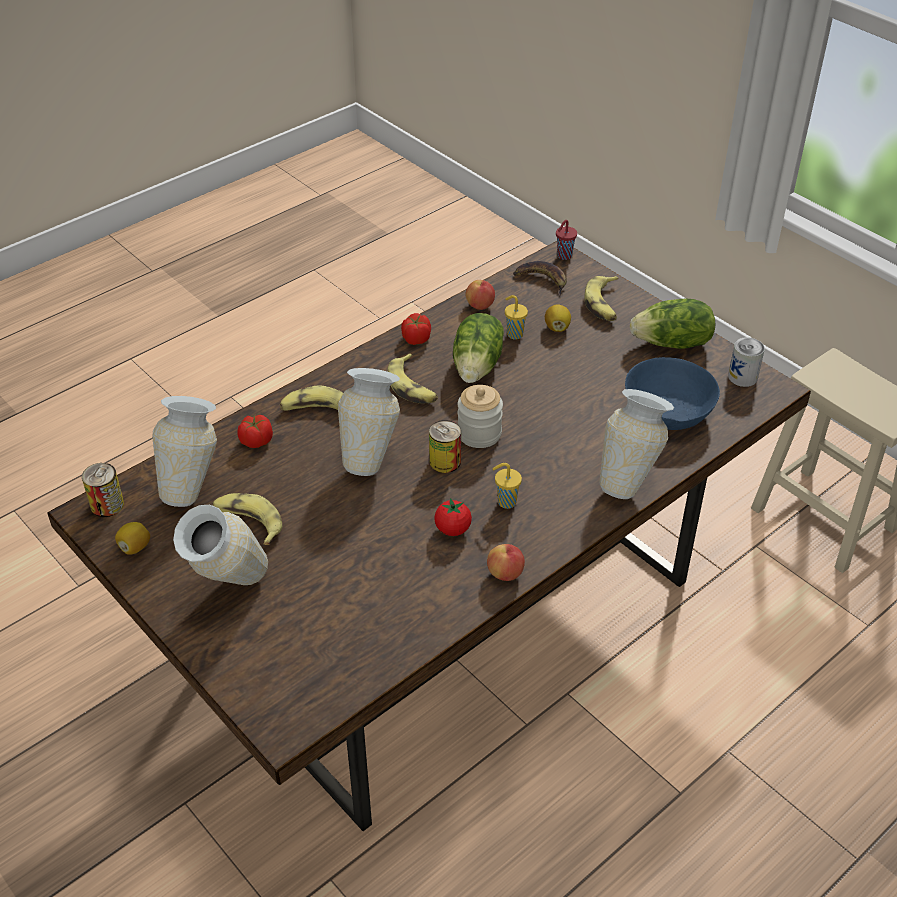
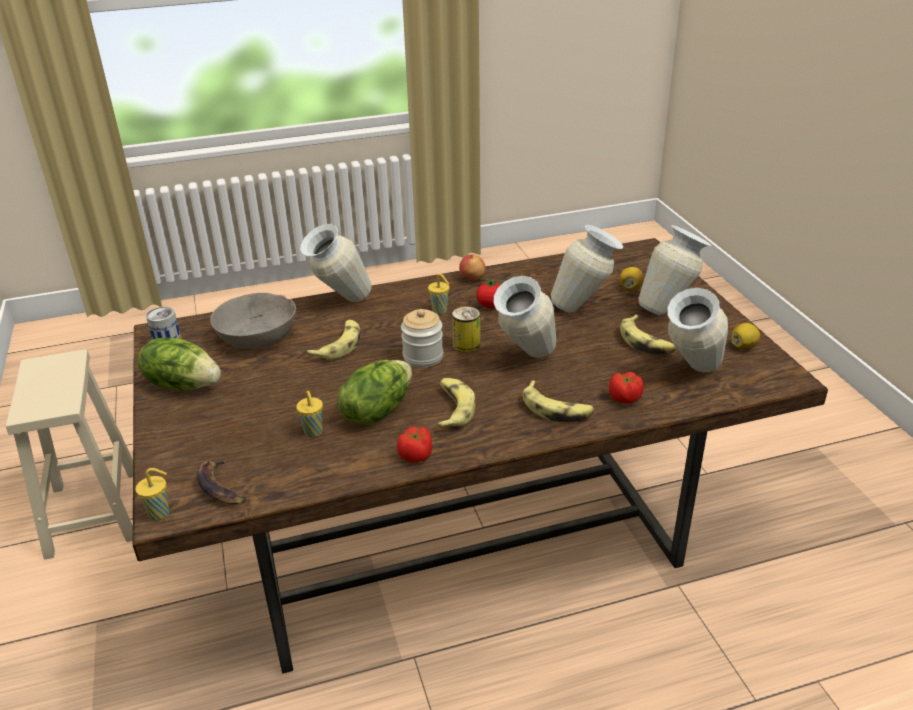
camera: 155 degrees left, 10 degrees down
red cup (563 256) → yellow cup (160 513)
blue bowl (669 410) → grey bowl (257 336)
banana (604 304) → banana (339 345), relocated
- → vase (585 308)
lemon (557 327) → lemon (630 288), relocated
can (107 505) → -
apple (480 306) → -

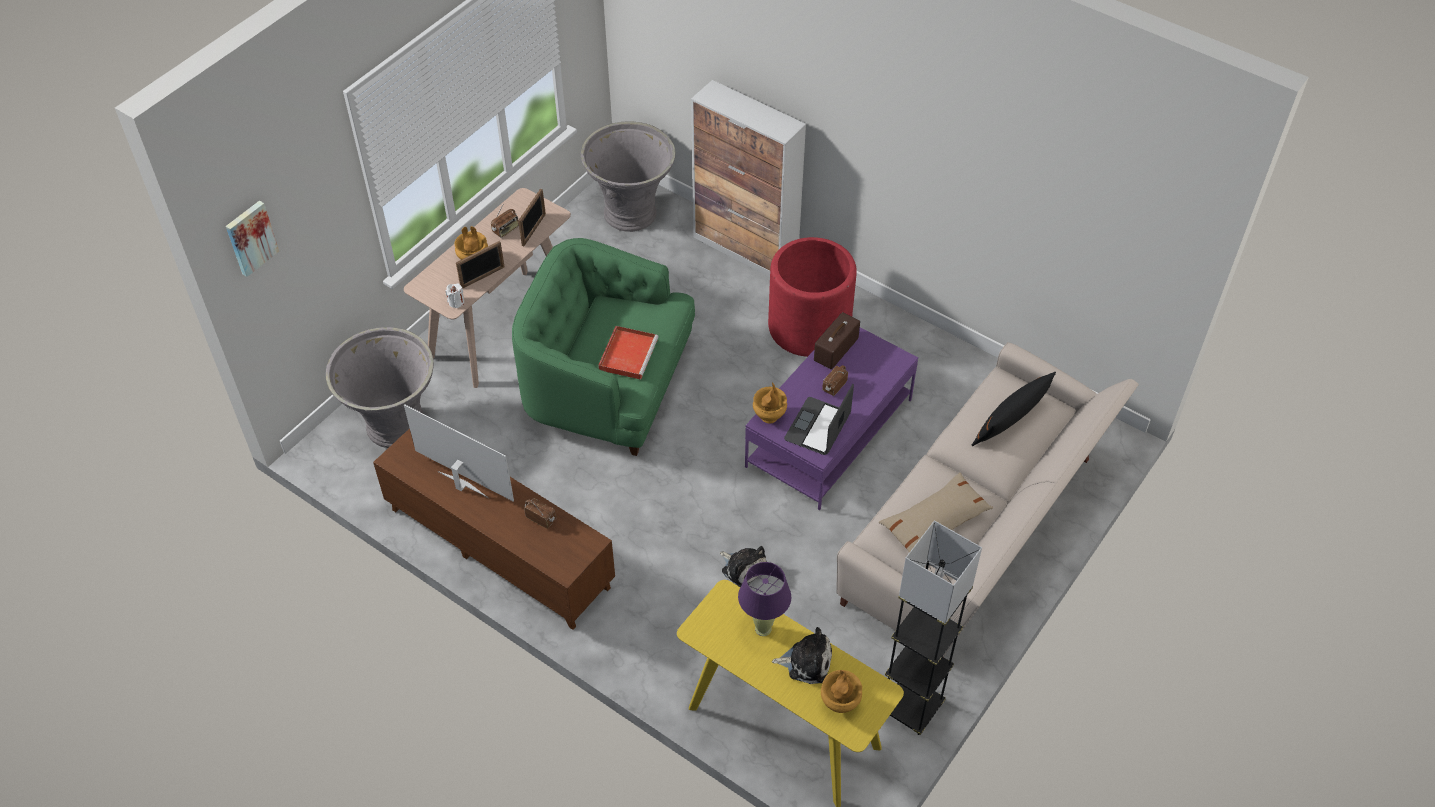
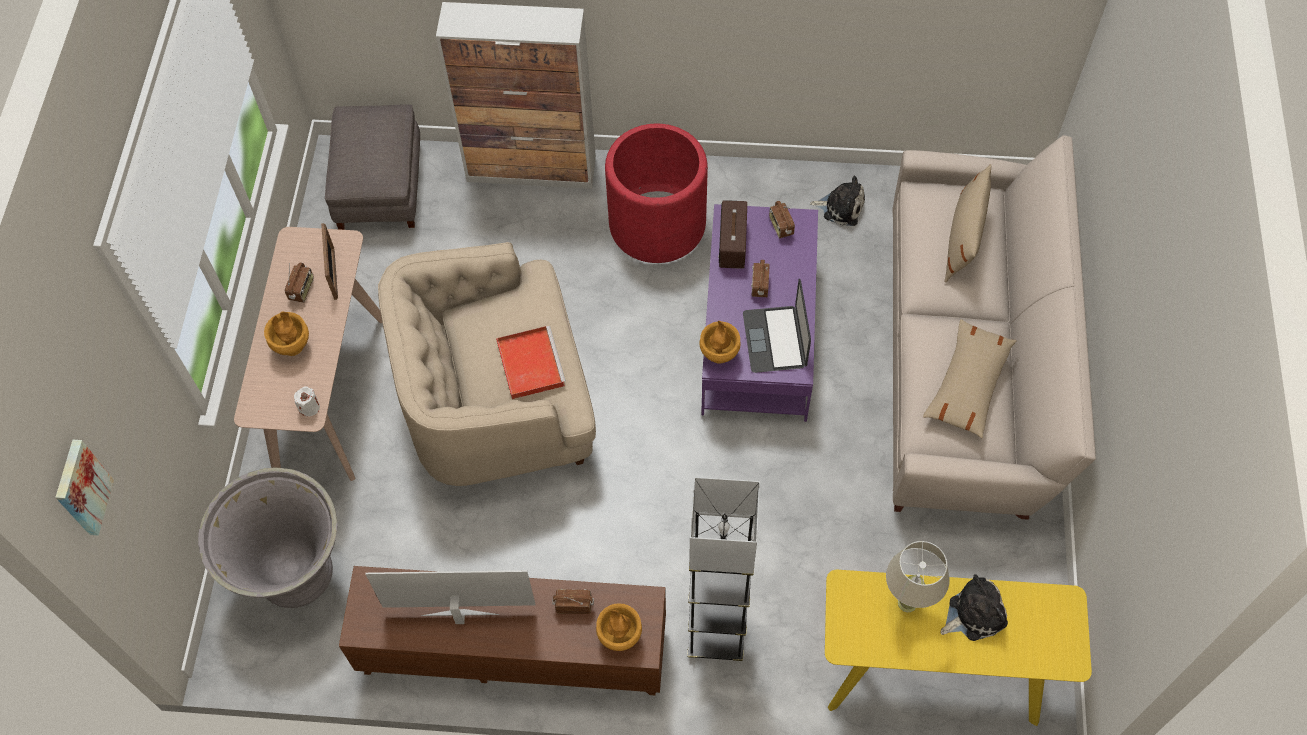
camera: 30 degrees left, 10 degrees up
grey planter (631 214) → grey ottoman (380 187)
green armchair (608 387) → beige armchair (498 401)
brown vase (840 704) → brown vase (620 636), relocated
grey floor lamp (911 707) → grey floor lamp (716 635), relocated
- → radio (780 226)
plush toy (743 568) → plush toy (841 207), relocated
purple table lamp (763 629) → beige table lamp (907 603)
black pillow (1011 423) → beige pillow (963 237)
picture frame (482 277) → -

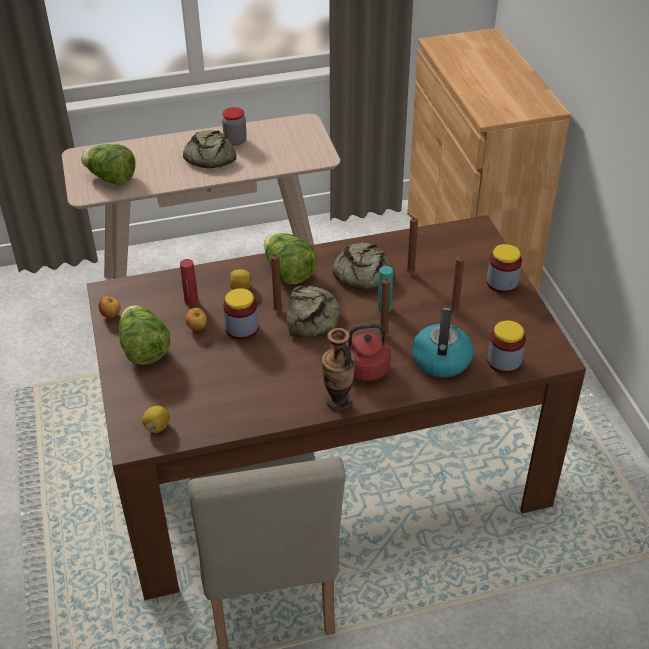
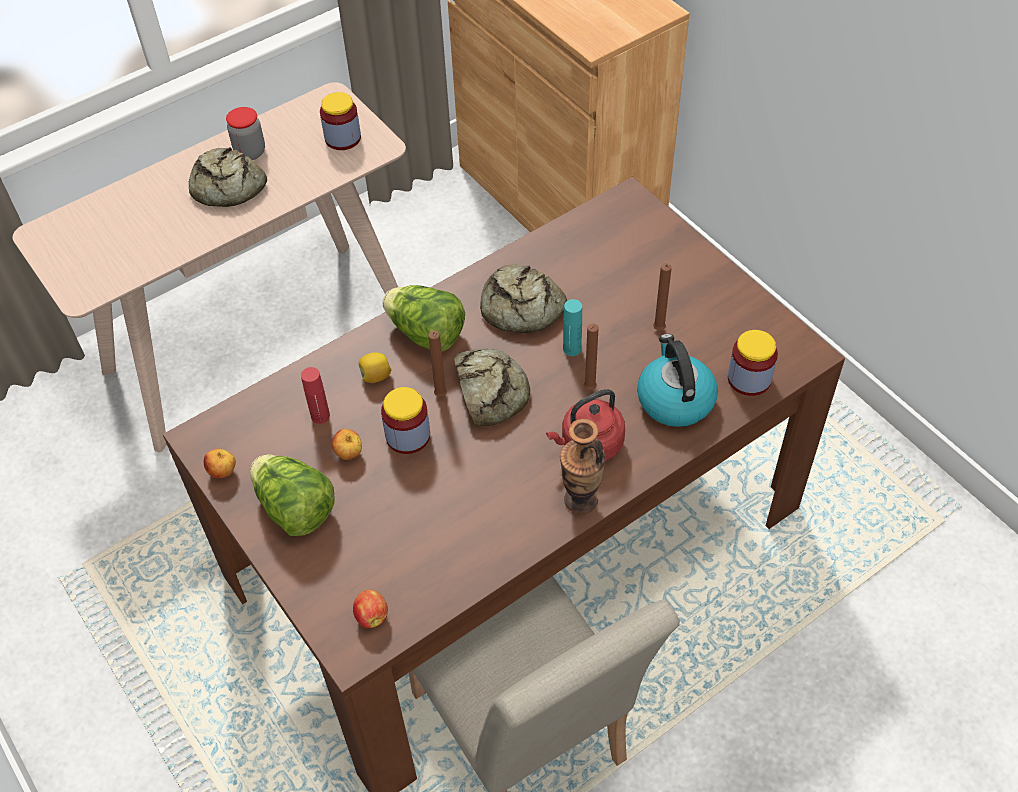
camera: 20 degrees left, 10 degrees up
jar (502 283) → jar (343 138), relocated
lemon (157 427) → apple (371 616)
lettuce (111 178) → -
brown candle (409 273) → -

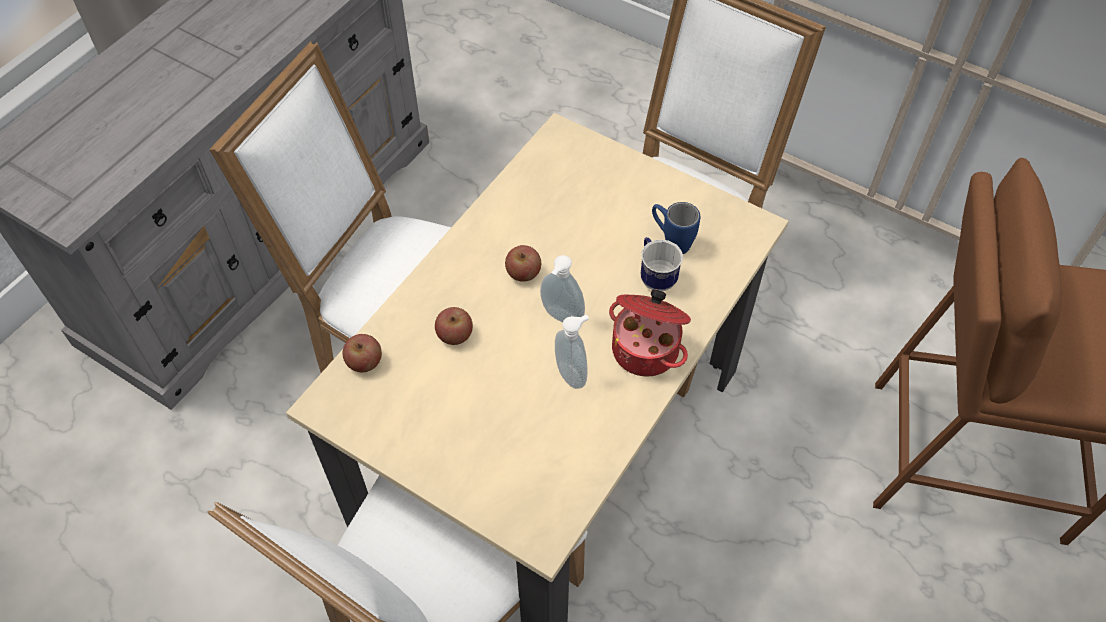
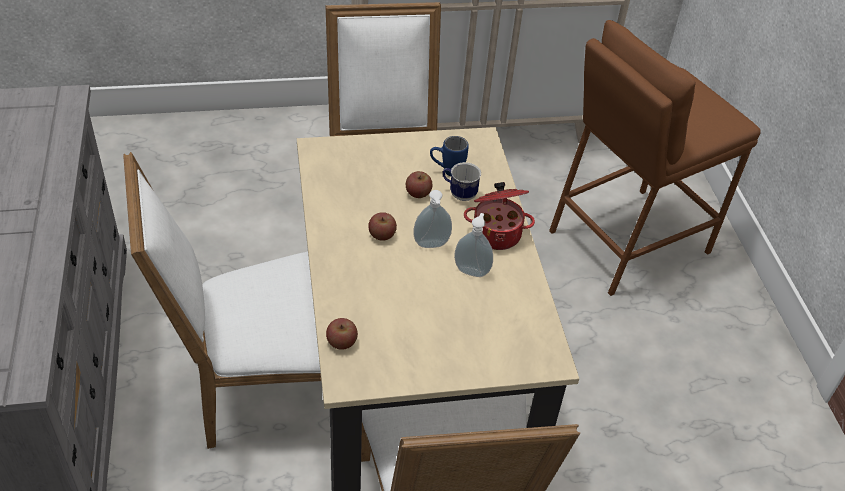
camera: 45 degrees left, 10 degrees down
apple (455 335) → apple (418 193), relocated

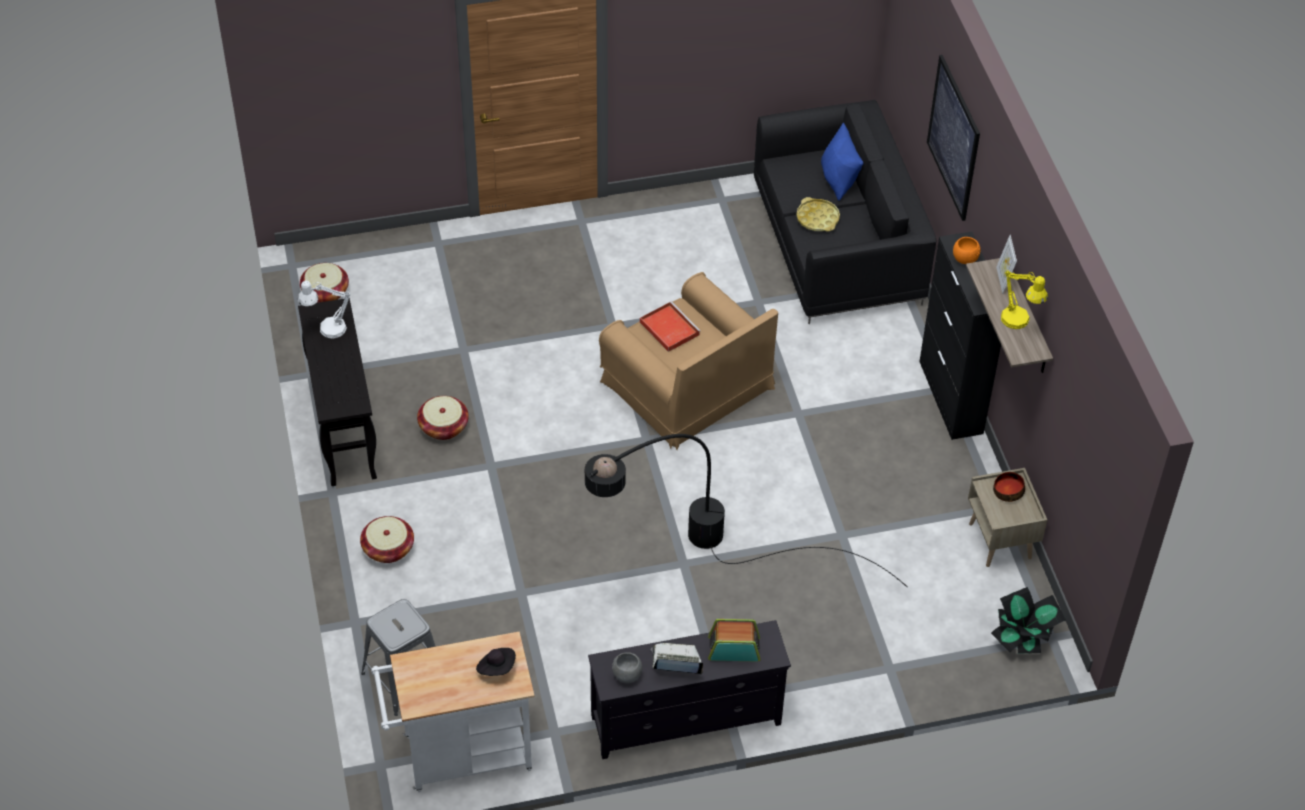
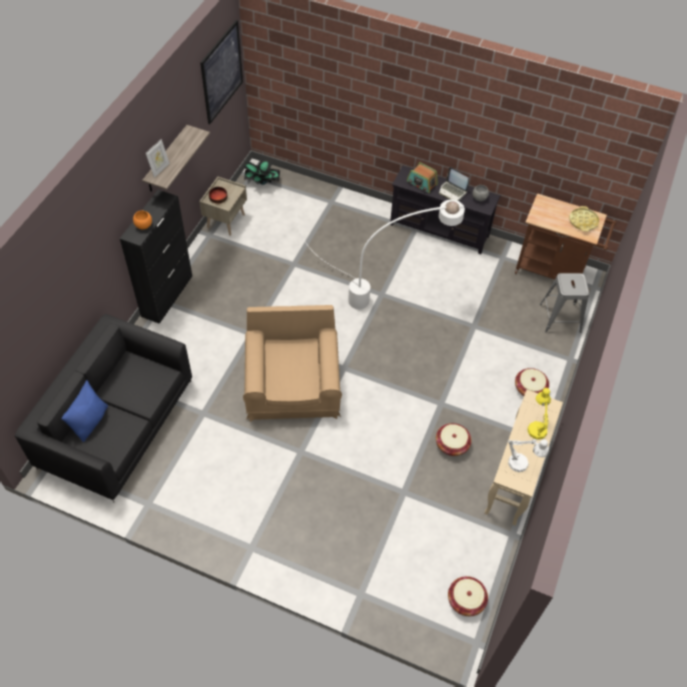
camera: 145 degrees left, 5 degrees up
picture (953 137) → picture (221 72), relocated
black floor lamp (688 570) → white floor lamp (382 290)
black console table (343 430) → beige console table (513 479)
white cart (459 755) → brown cart (554 271)
yellow table lamp (1019 322) → yellow table lamp (536 427), relocated
yellow tray (817 218) → yellow tray (583 221), relocated
black hat (497 668) → -
red tray (668 328) → -

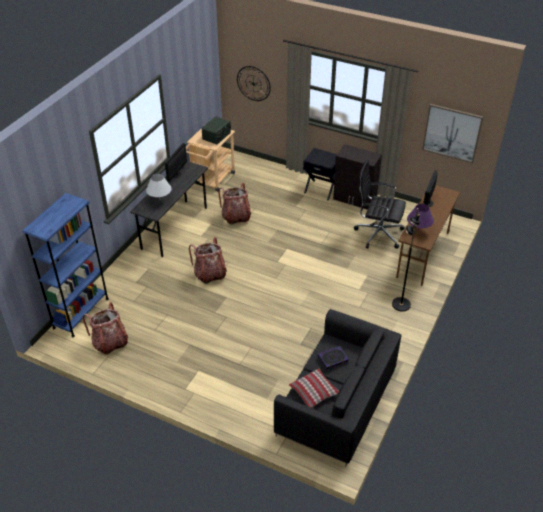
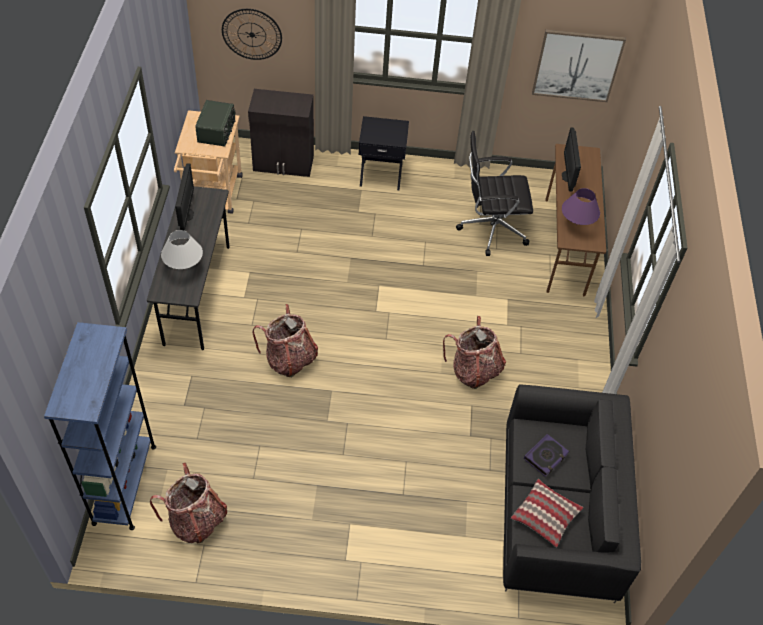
camera: 25 degrees left, 10 degrees up
black cabinet (354 199) → black cabinet (283 164), relocated
backpack (236 217) → backpack (473 370), relocated
black floor lamp (400 304) → -

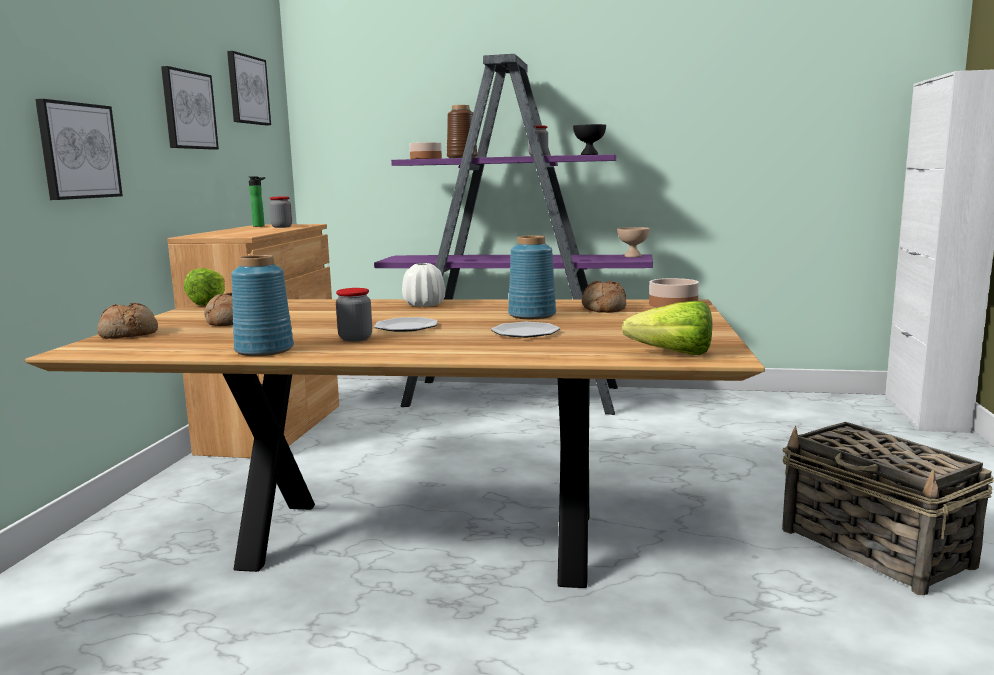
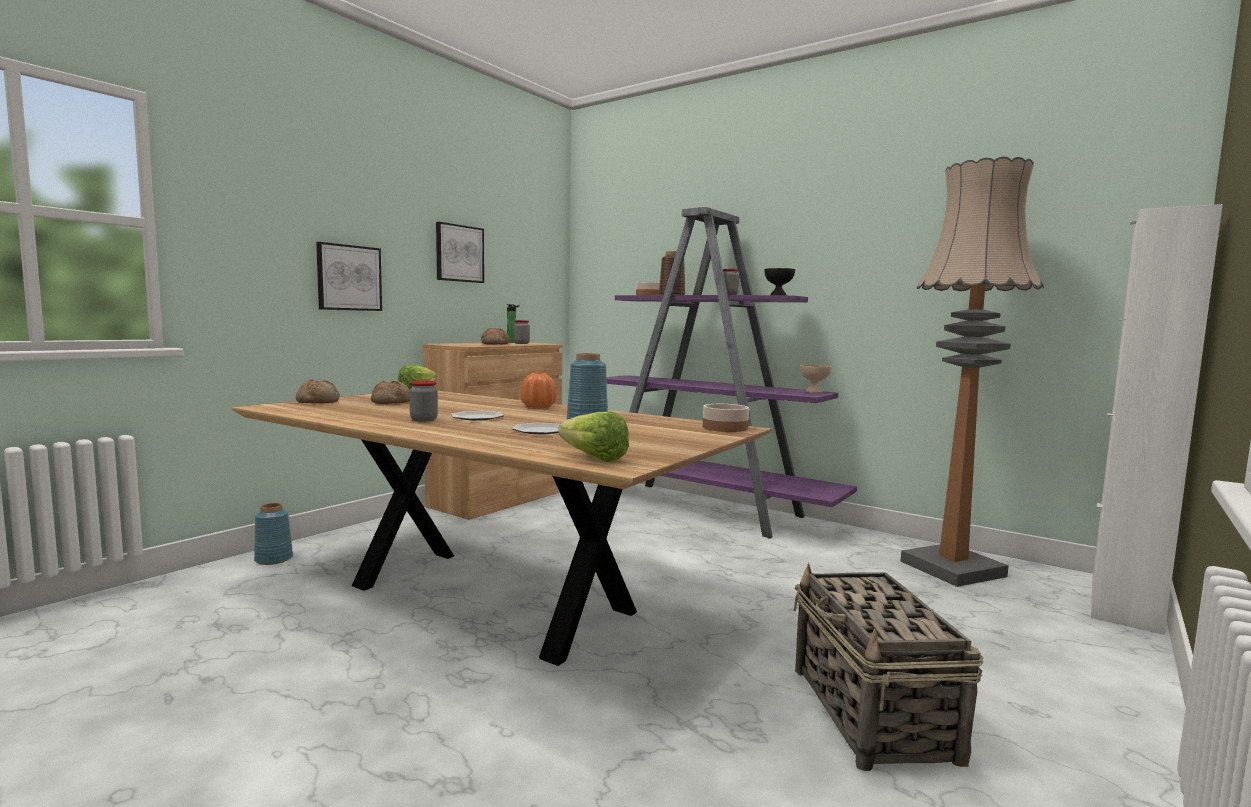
camera: 25 degrees right, 5 degrees down
blue vase (263 350) → blue vase (273 559), relocated
bread (603 309) → bread (494 344), relocated
white vase (424 305) → orange vase (538 406)
- → floor lamp (952 569)
picture (247 90) → -

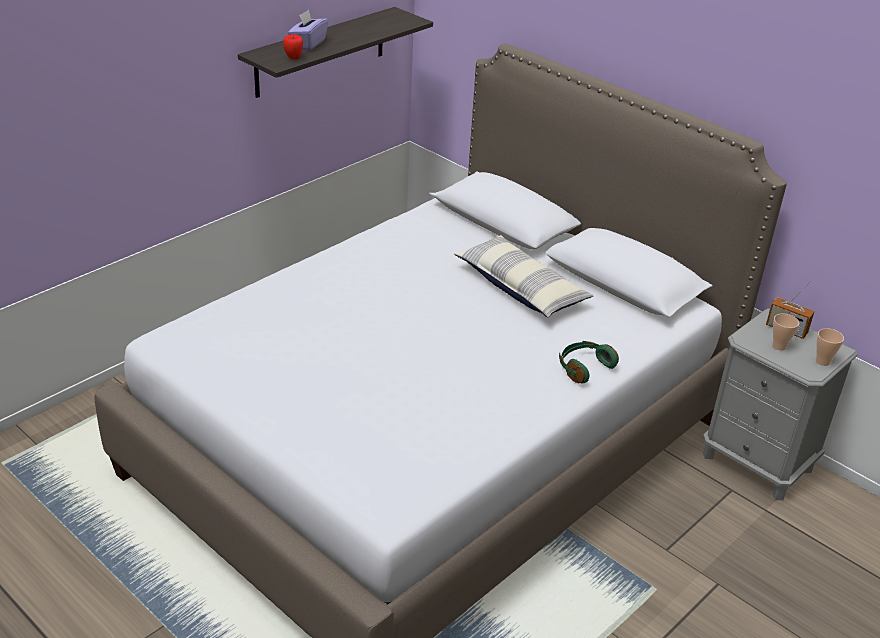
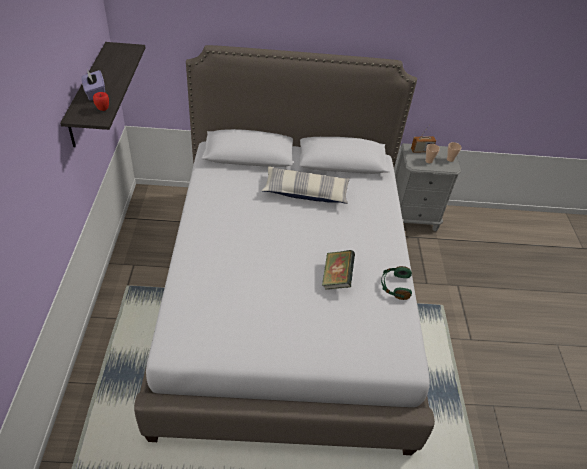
camera: 45 degrees left, 10 degrees up
- → book (336 278)
green headphones (584 367) → green headphones (395 286), relocated

